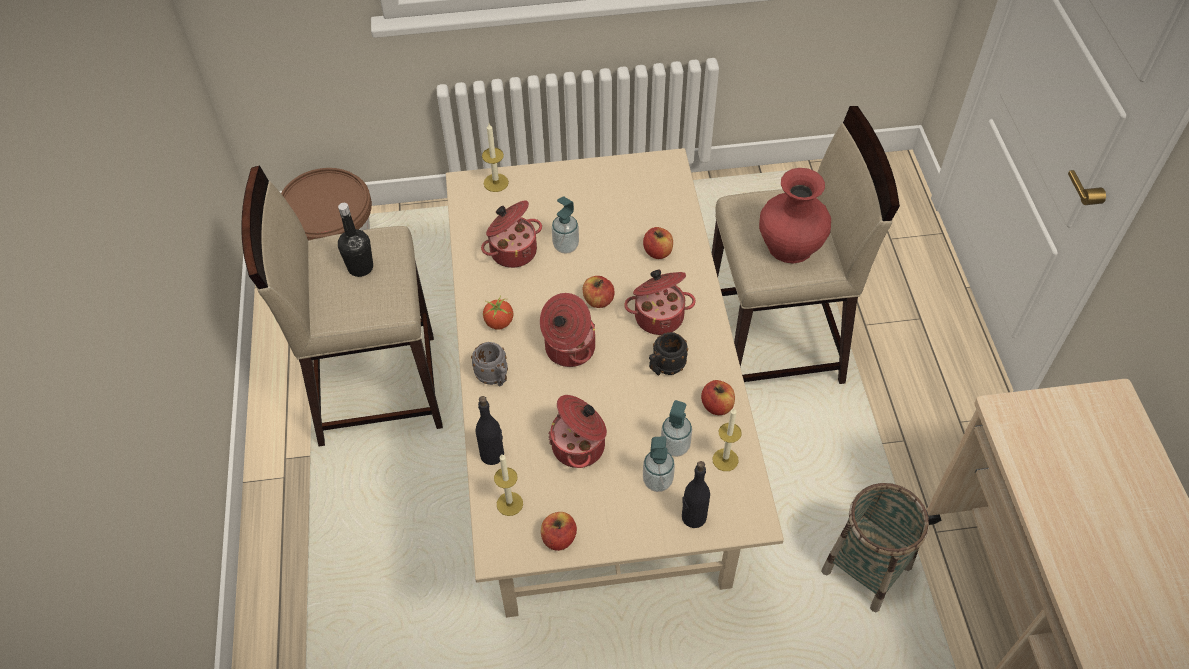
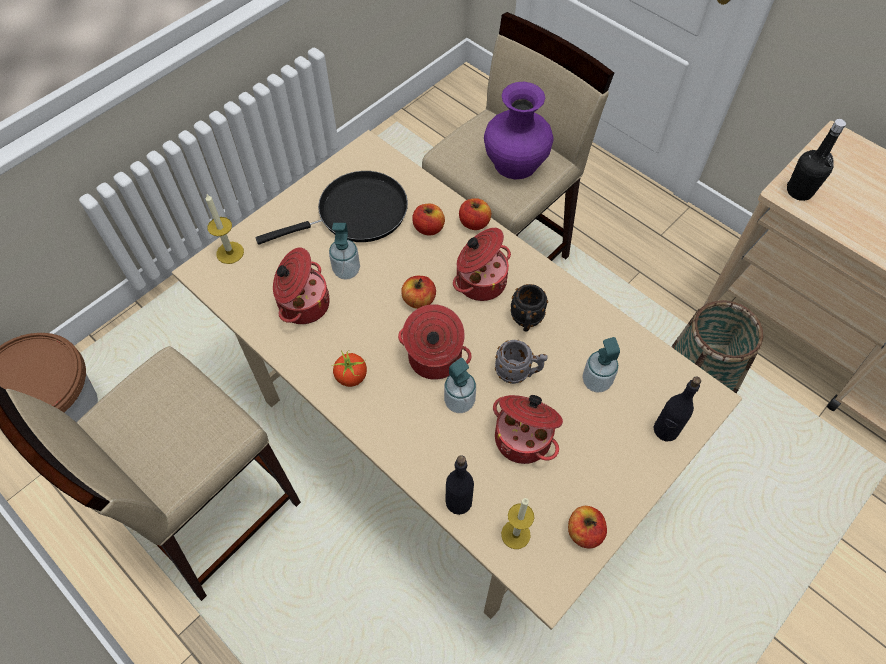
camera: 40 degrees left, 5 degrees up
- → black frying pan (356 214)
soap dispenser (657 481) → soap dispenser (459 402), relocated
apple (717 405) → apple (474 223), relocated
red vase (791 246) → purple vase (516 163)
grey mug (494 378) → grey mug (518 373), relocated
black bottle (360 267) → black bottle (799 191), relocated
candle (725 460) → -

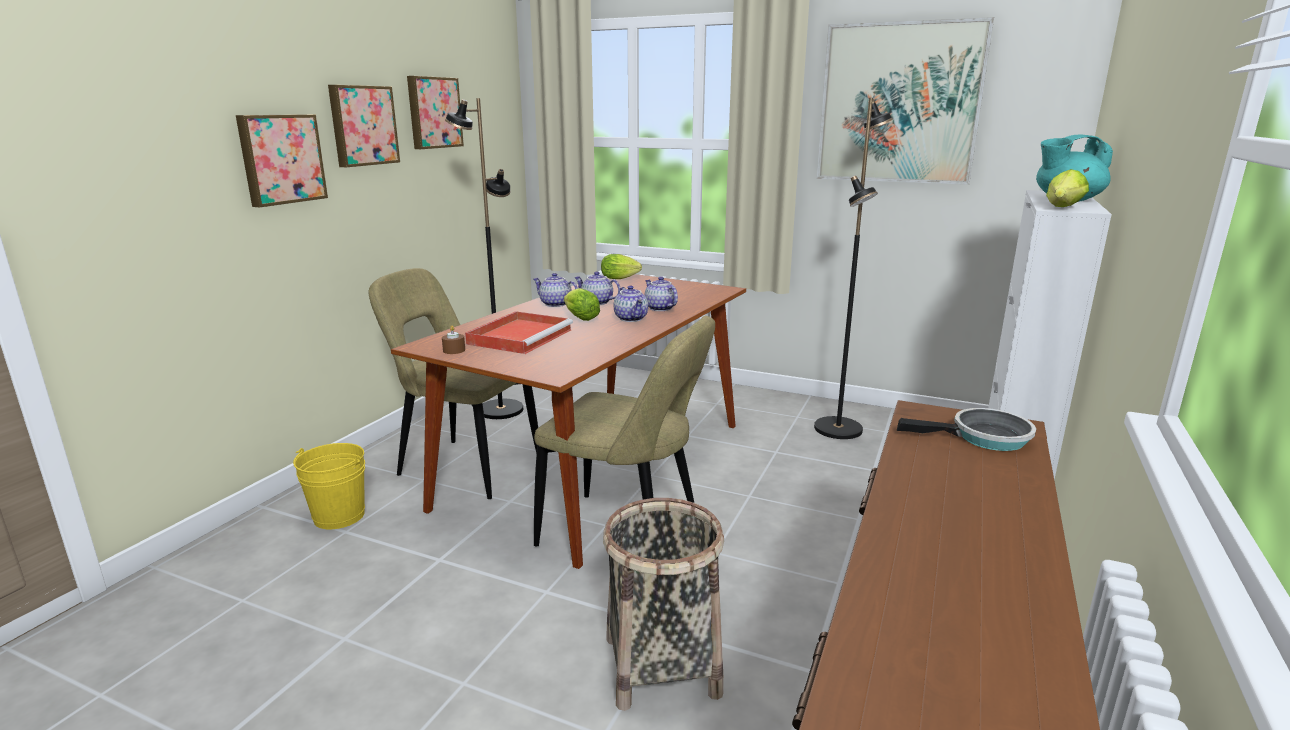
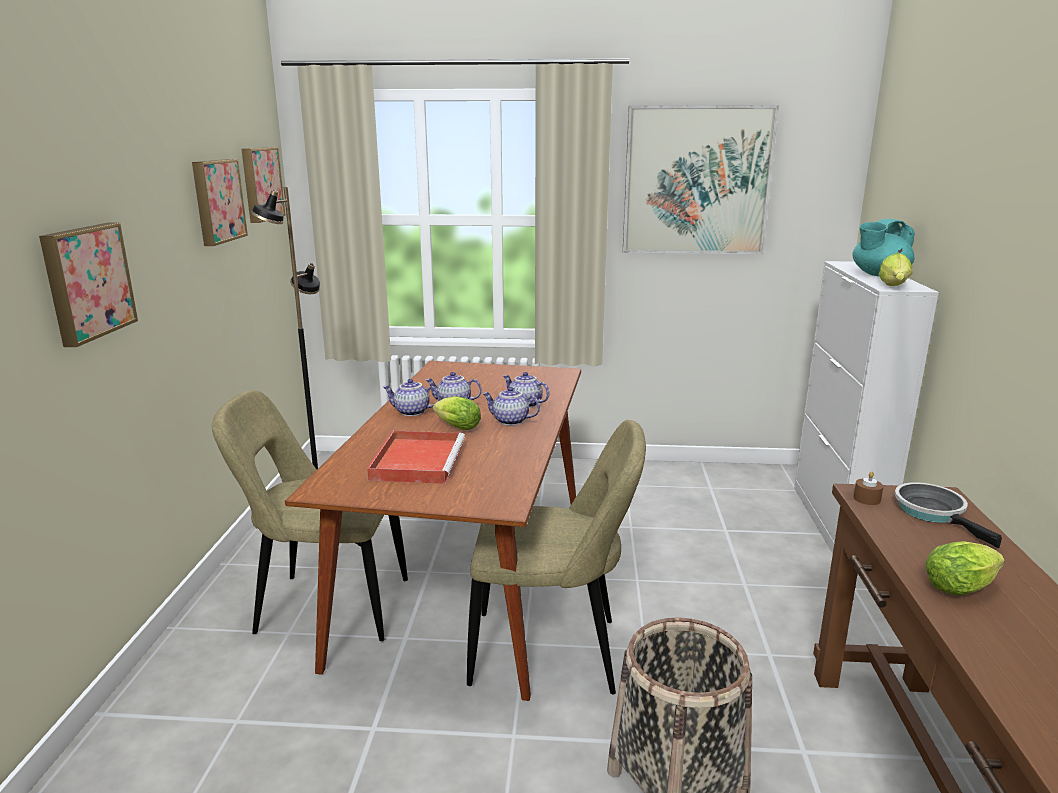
camera: 20 degrees left, 0 degrees up
picture (362 125) → picture (260 184), relocated
teapot (632 319) → teapot (510 421), 150 degrees clockwise
brown candle (454 350) → brown candle (867 499), relocated
frying pan (984 438) → frying pan (933 513), 90 degrees counterclockwise
lettuce (621 279) → lettuce (962 587), relocated
yellow bucket (339 516) → -
black floor lamp (839 429) → -

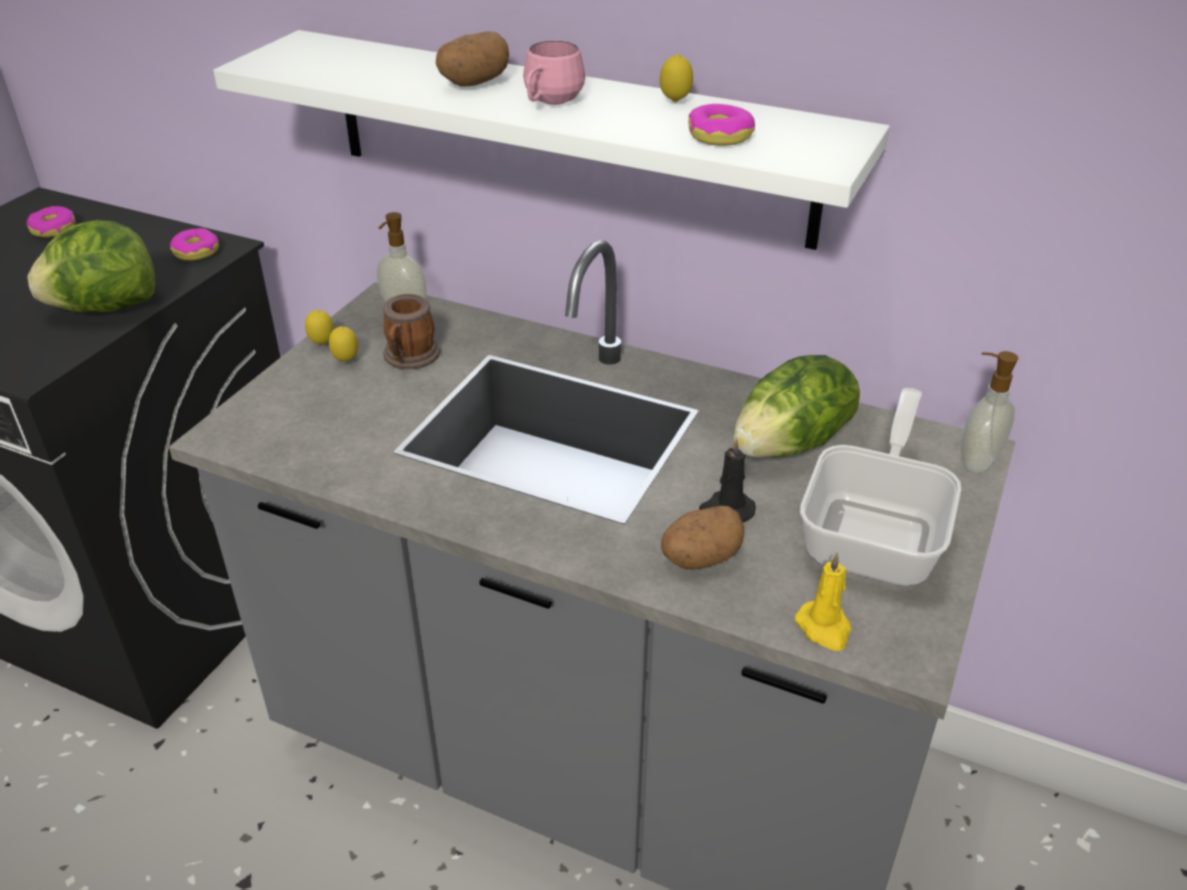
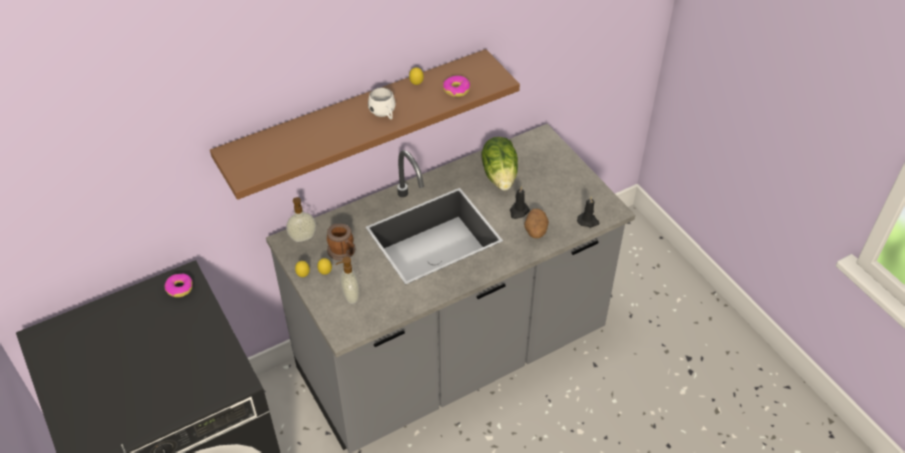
camera: 55 degrees left, 10 degrees up
white shelf (566 137) → brown shelf (357 120)
soap dispenser (976 461) → soap dispenser (350 297), relocated
pink mug (549 103) → white mug (384 115)
yellow candle (824 628) → black candle (588 221)
donut (53 229) → -
lettuce (106 308) → -
potato (473 83) → -
frying pan (877 533) → -

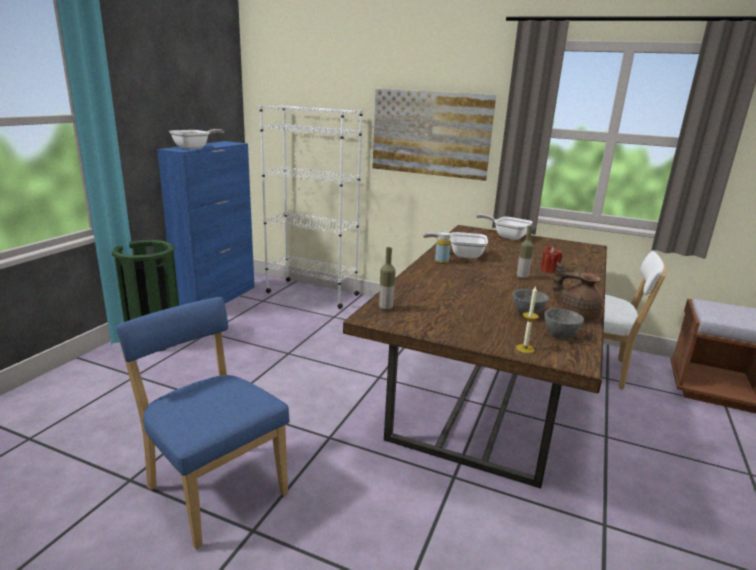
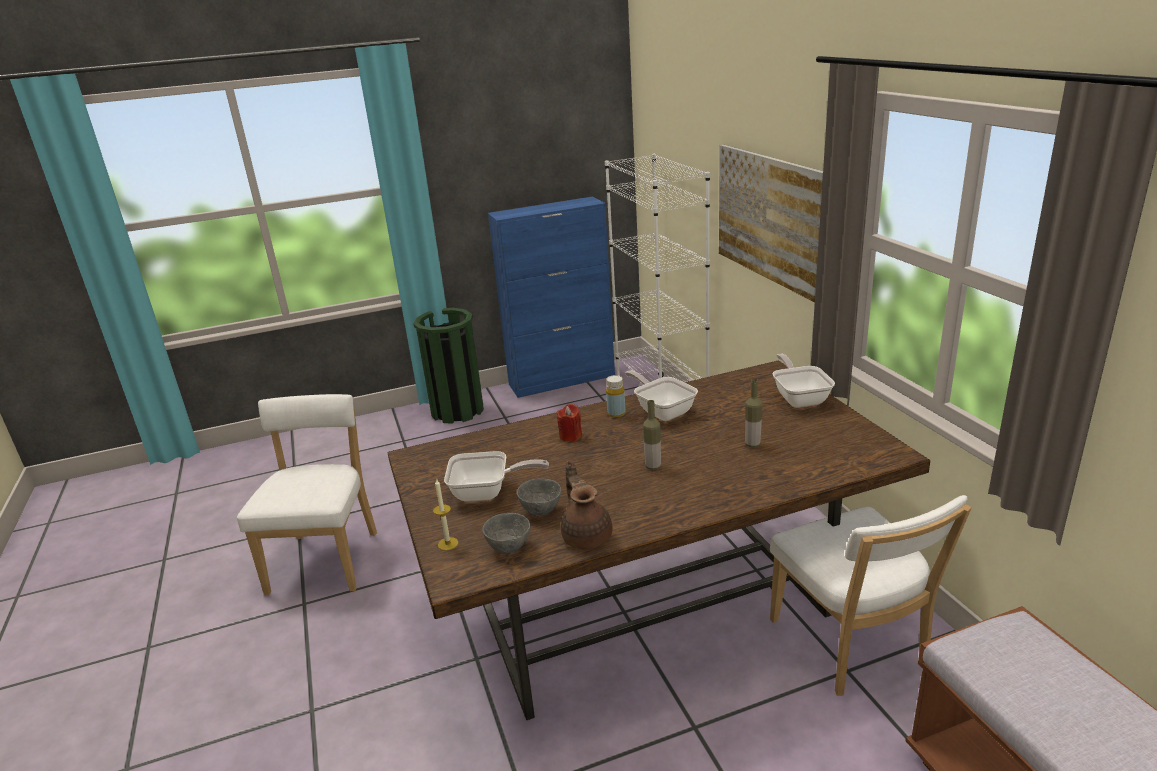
camera: 50 degrees right, 5 degrees up
blue chair (213 487) → white chair (327 559)
frying pan (195 148) → frying pan (487 492), relocated
red candle (549 270) → red candle (570 436), relocated
bottle (385 308) → bottle (752 444), relocated

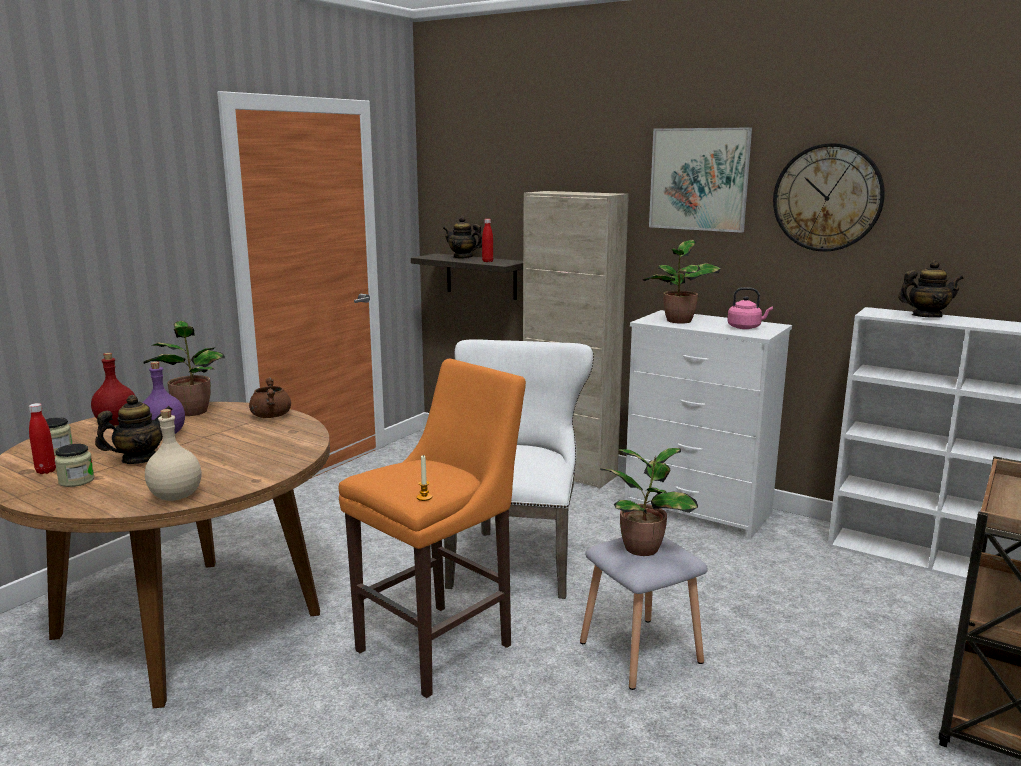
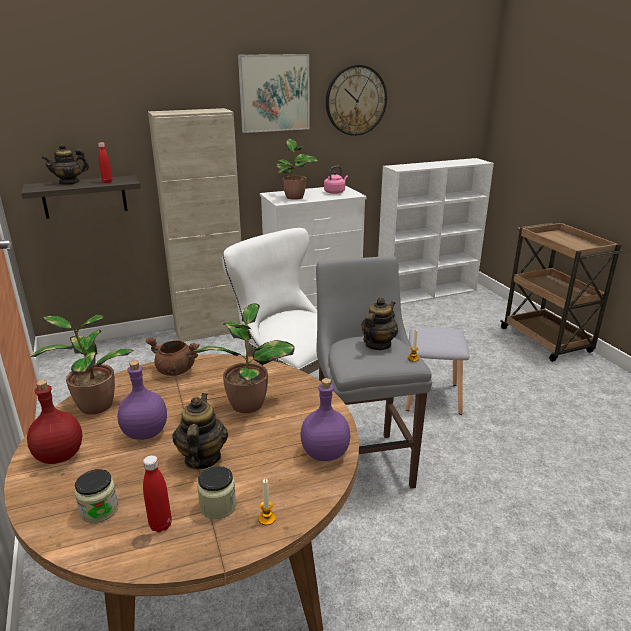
camera: 55 degrees left, 10 degrees up
potted plant (643 547) → potted plant (247 402), relocated
- → candle (267 518)
beige bottle (176 497) → purple bottle (326 453)
orange stool (440 645) → grey stool (363 460)
teapot (926 316) → teapot (377 345), relocated

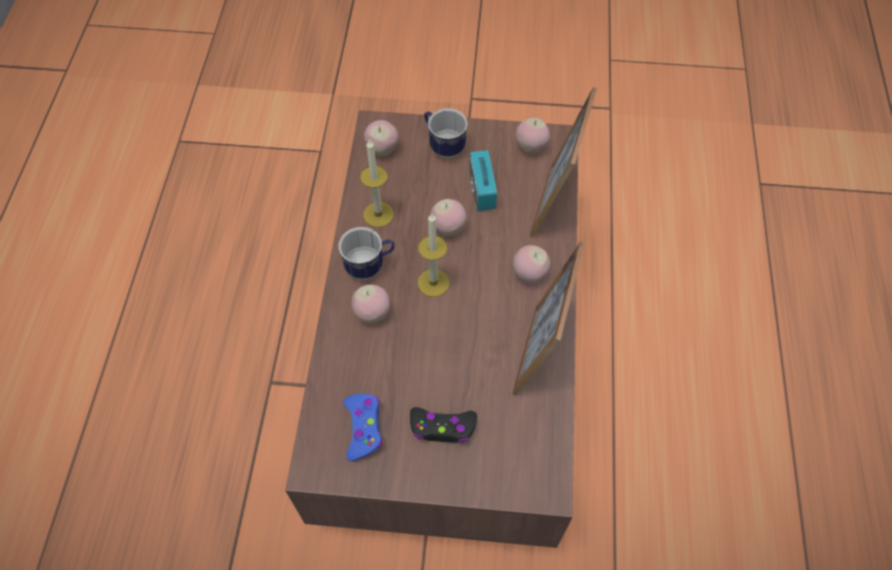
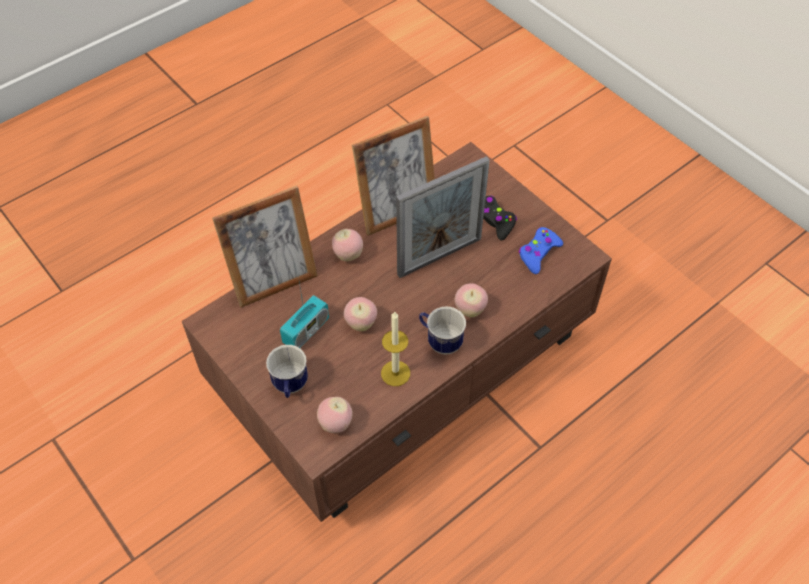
camera: 135 degrees left, 5 degrees down
- → picture frame (439 256)
candle (433 283) → -
apple (531 147) → -

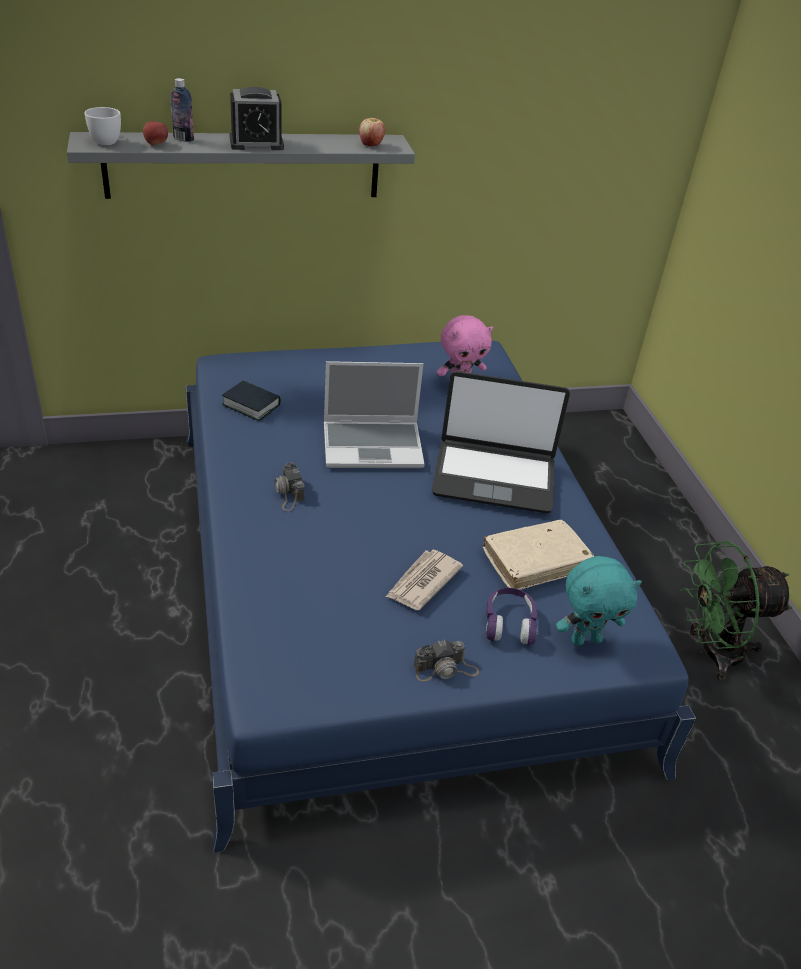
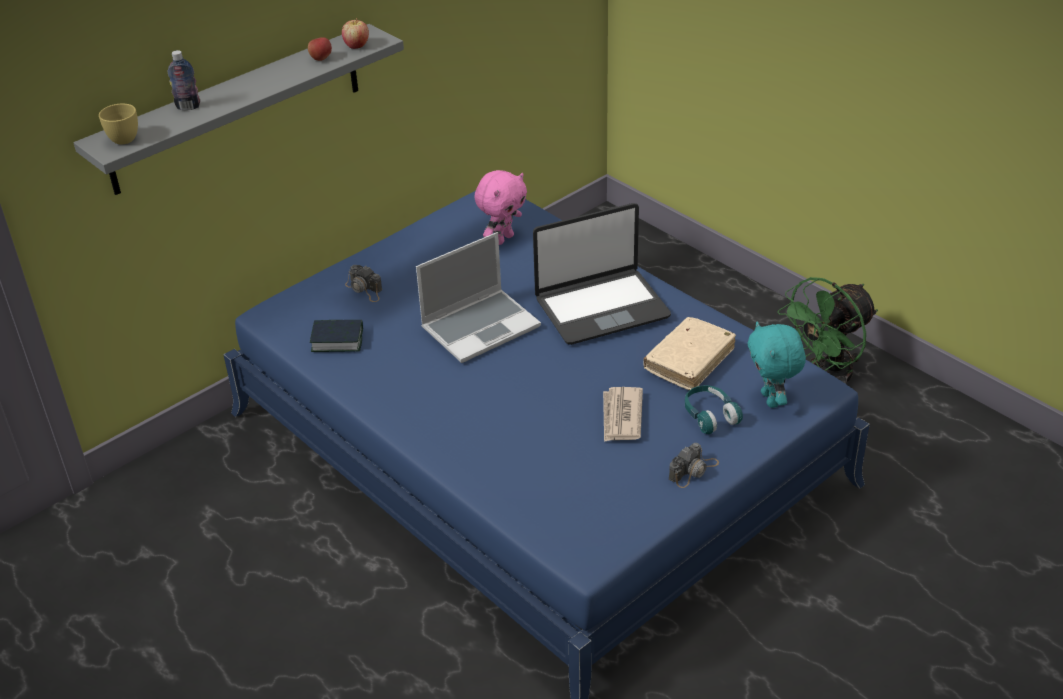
camera: 25 degrees left, 0 degrees up
white cup (106 140) → yellow cup (122 137)
apple (156 144) → apple (321 58), relocated
photo camera (288 492) → photo camera (365 289), relocated
purple headphones (509 624) → turquoise headphones (710 416)
turquoise plush toy (585 639) → turquoise plush toy (771 400), 120 degrees clockwise
alarm clock (256 143) → -

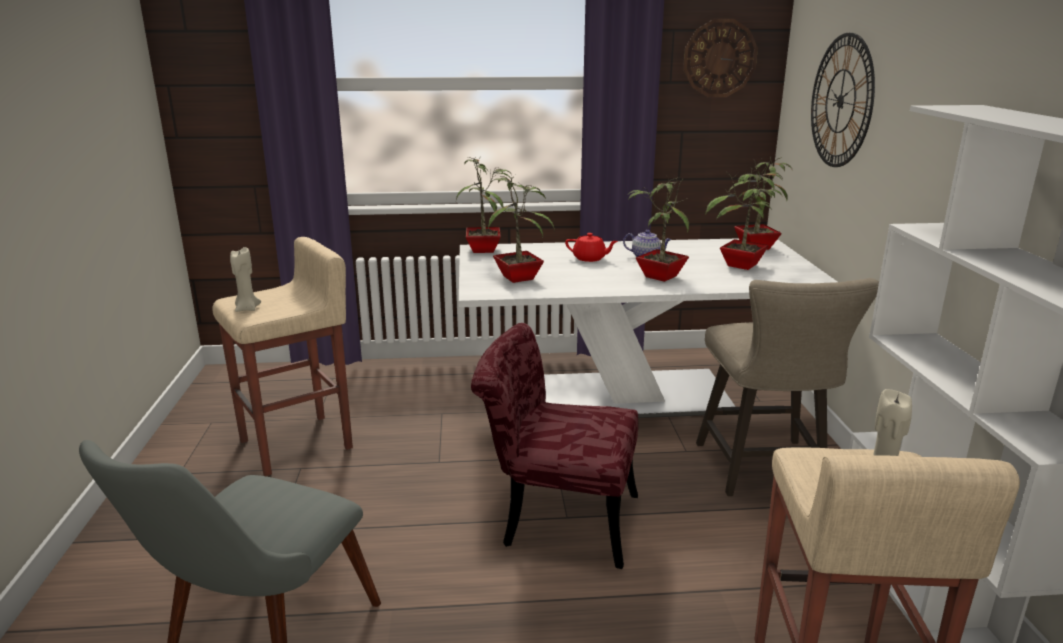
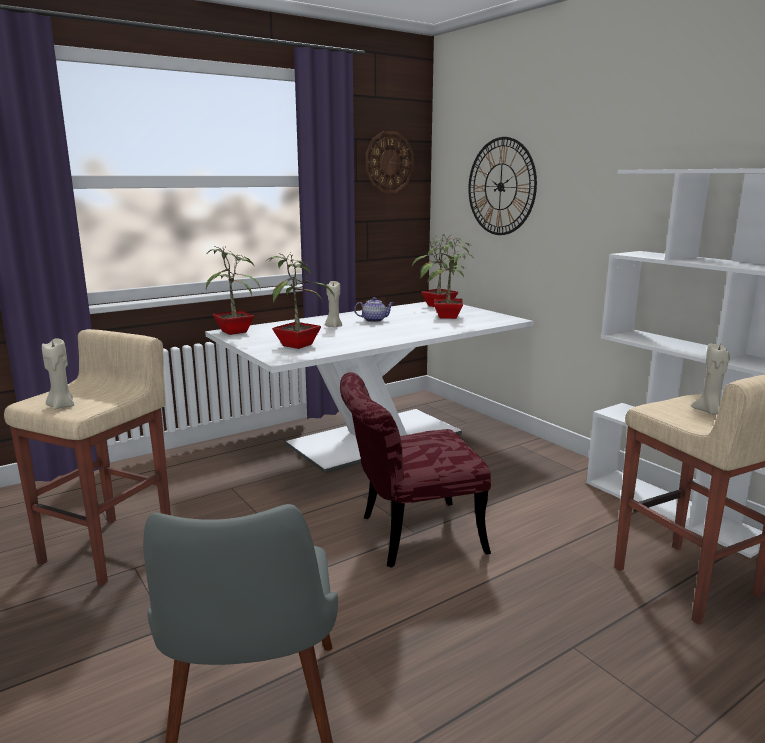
camera: 30 degrees left, 5 degrees down
red teapot (590 258) → beige candle (333 326)
potted plant (659 276) → -
beige stool (764 473) → -

